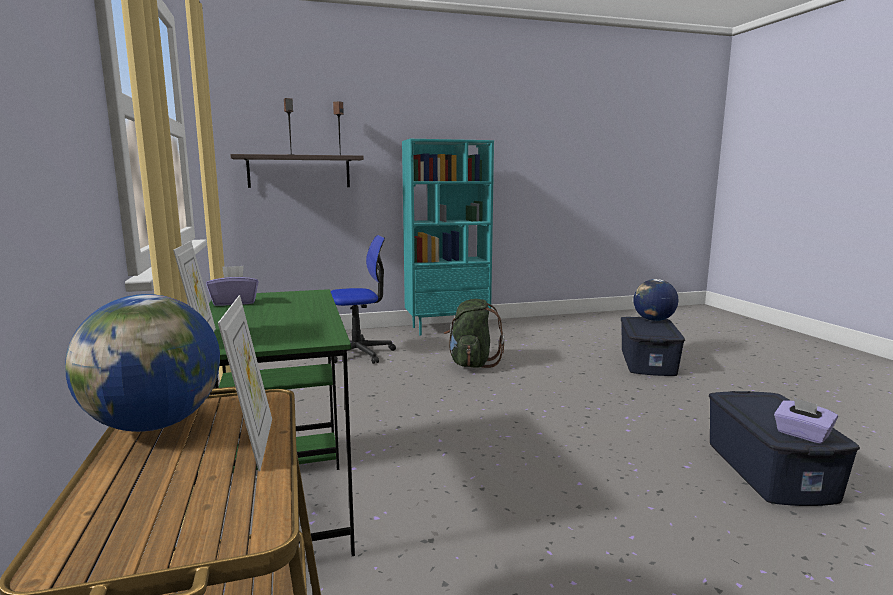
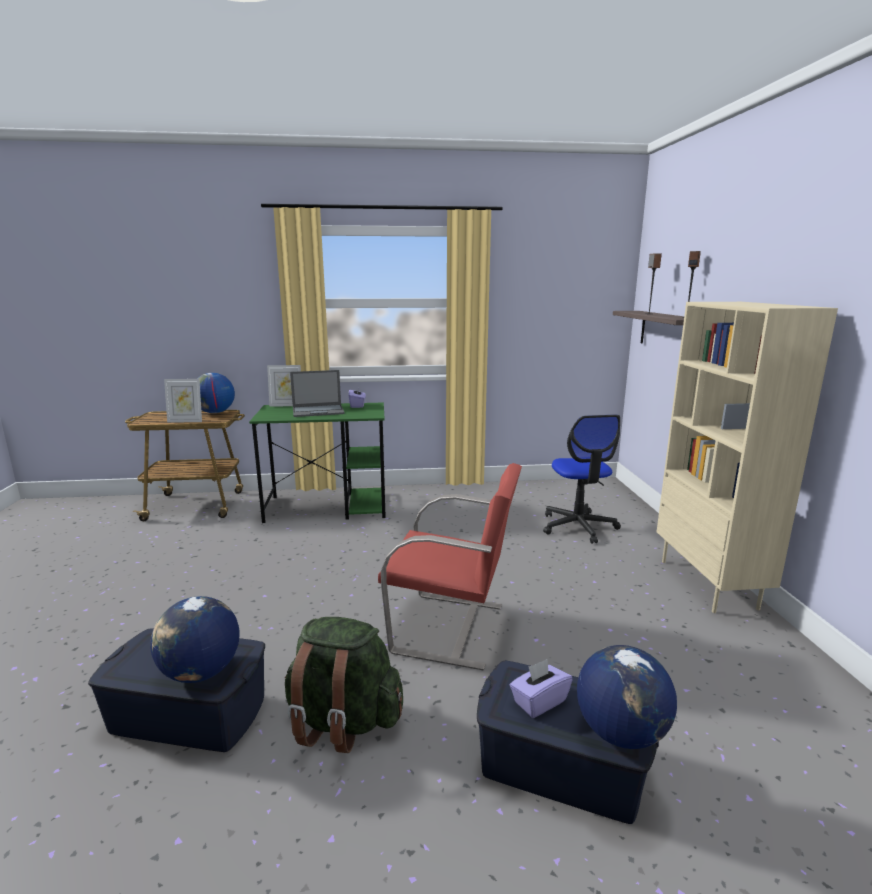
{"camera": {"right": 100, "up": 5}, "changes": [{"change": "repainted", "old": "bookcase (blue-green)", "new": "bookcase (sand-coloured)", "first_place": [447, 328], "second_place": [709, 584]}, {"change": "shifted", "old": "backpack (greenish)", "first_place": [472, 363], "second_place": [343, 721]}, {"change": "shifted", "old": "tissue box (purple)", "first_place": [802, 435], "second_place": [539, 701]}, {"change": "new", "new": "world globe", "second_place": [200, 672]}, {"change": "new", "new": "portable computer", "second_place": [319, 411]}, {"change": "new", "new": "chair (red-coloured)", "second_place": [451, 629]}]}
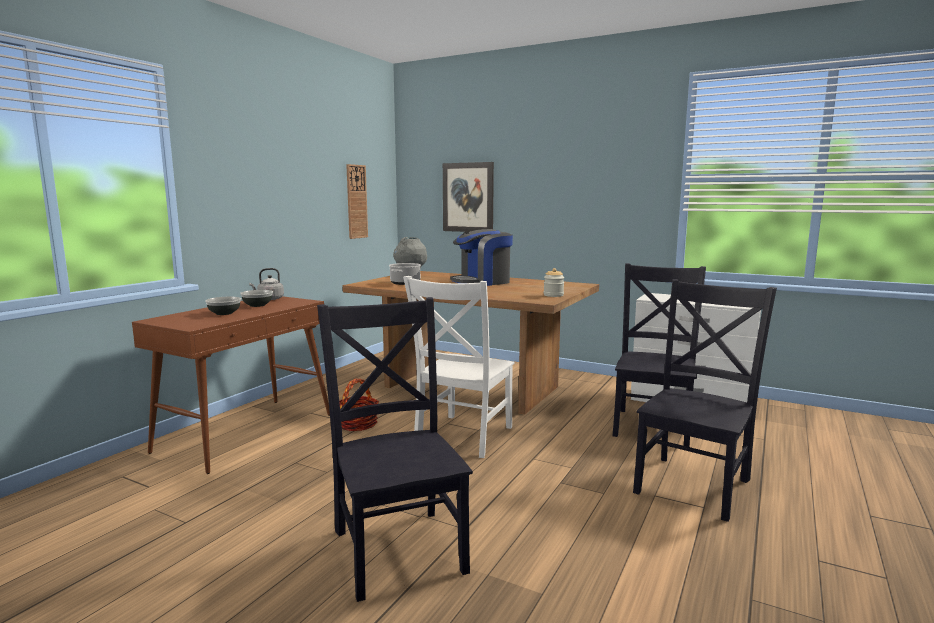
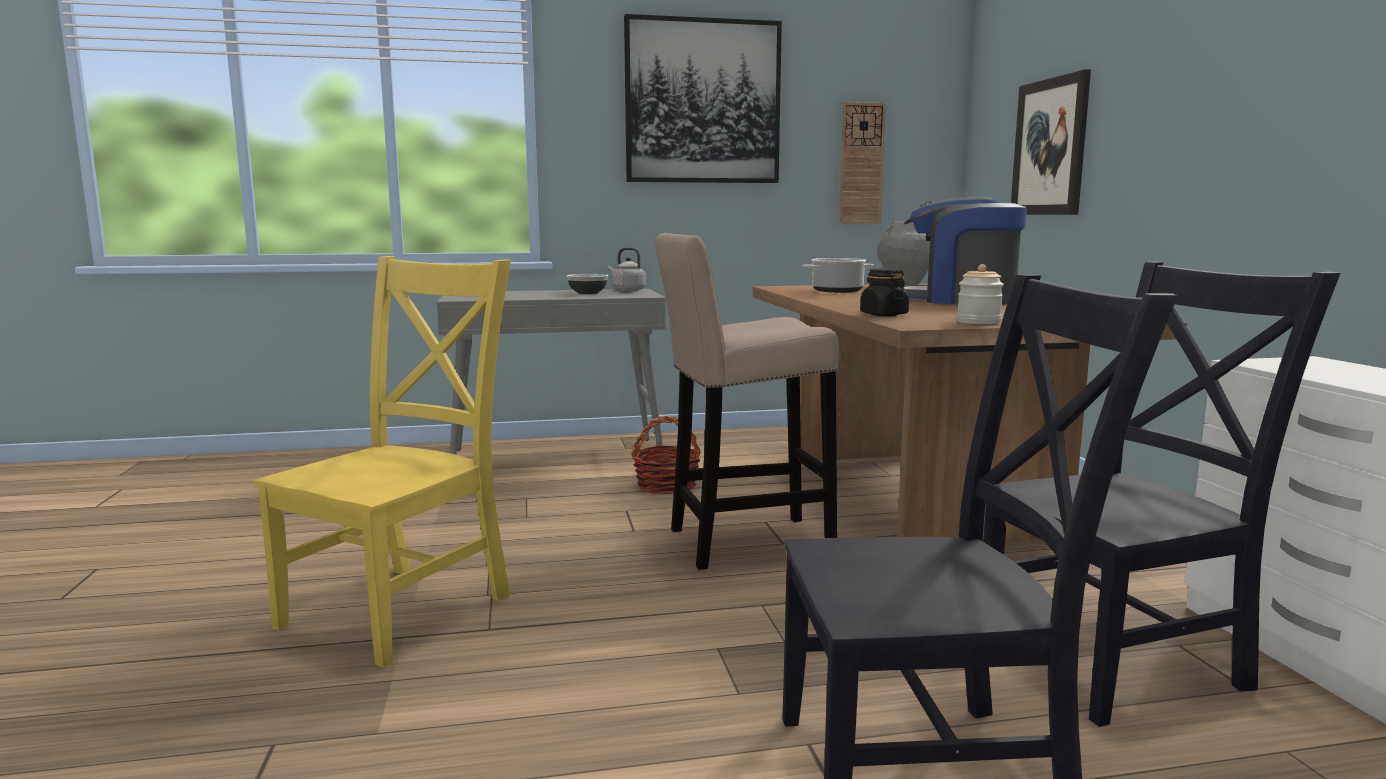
{"camera": {"right": 50, "up": 0}, "changes": [{"change": "repainted", "old": "narrow table (brown-coloured)", "new": "narrow table (greyish)", "first_place": [247, 432], "second_place": [558, 458]}, {"change": "gone", "old": "bowl", "first_place": [224, 313]}, {"change": "repainted", "old": "chair (blackish)", "new": "chair (yellow-coloured)", "first_place": [398, 546], "second_place": [404, 608]}, {"change": "swapped", "old": "chair (white-coloured)", "new": "sitting stool (sand-coloured)", "first_place": [462, 437], "second_place": [741, 542]}, {"change": "new", "new": "wall art", "second_place": [702, 102]}, {"change": "new", "new": "preserve jar (blackish)", "second_place": [883, 314]}]}
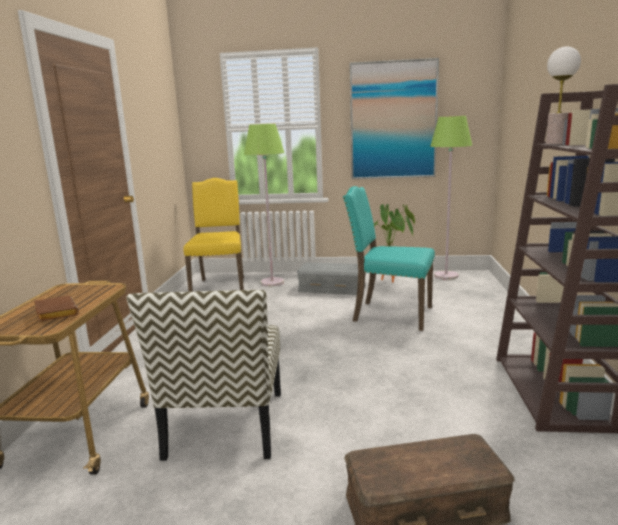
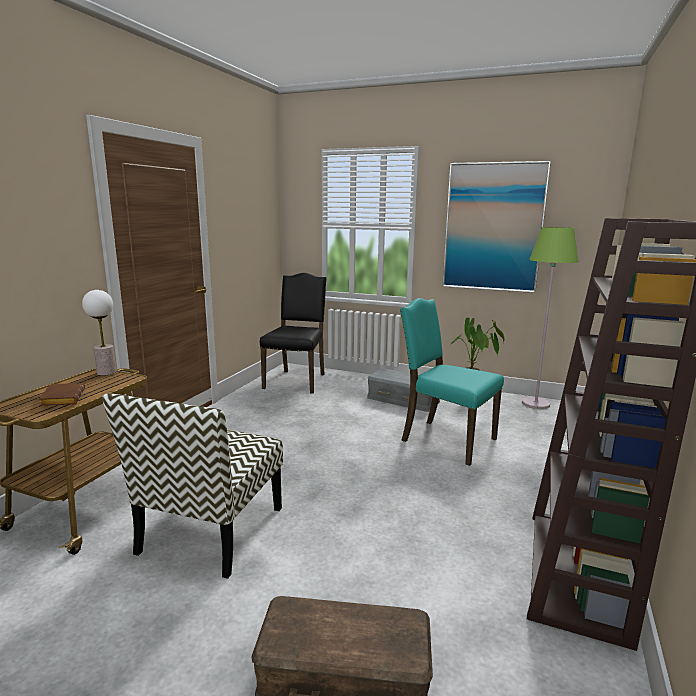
{"camera": {"right": 15, "up": 0}, "changes": [{"change": "repainted", "old": "chair (yellow-coloured)", "new": "chair (blackish)", "first_place": [220, 286], "second_place": [297, 381]}, {"change": "gone", "old": "floor lamp (greenish)", "first_place": [272, 282]}, {"change": "shifted", "old": "tabletop lamp", "first_place": [555, 144], "second_place": [106, 372]}]}
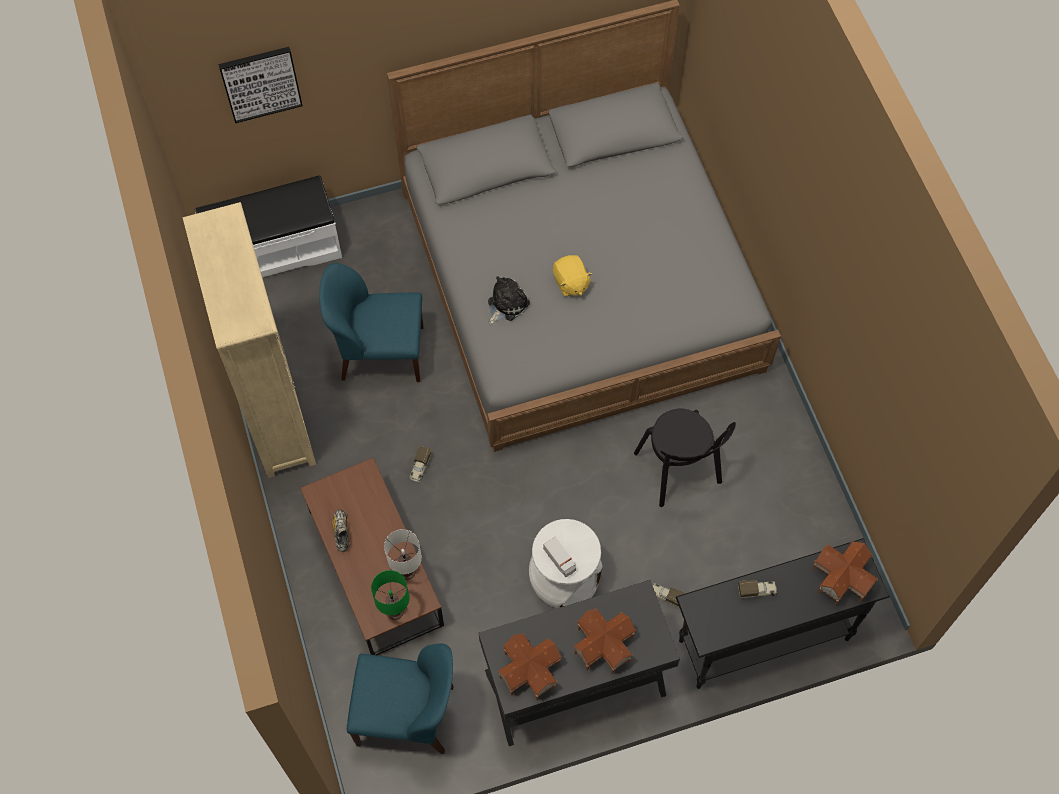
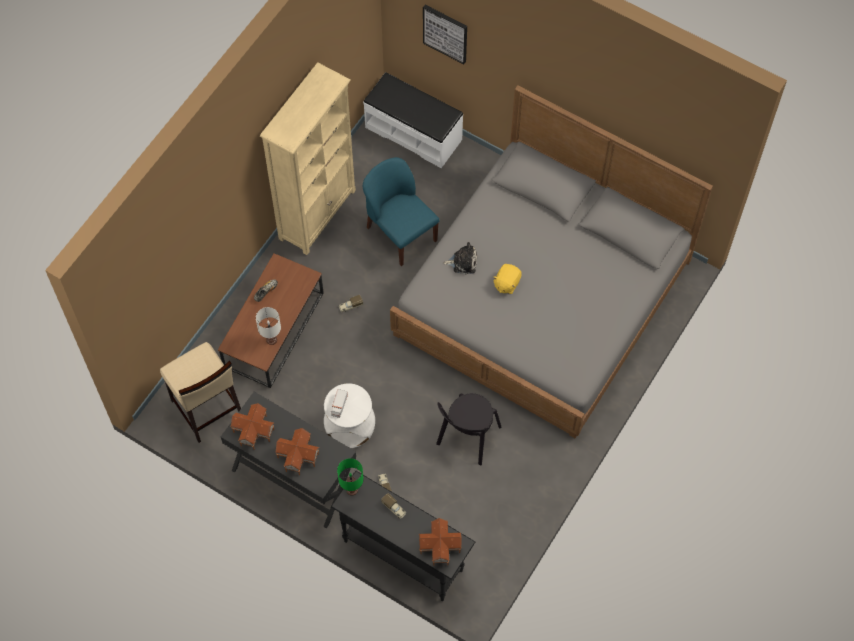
{"camera": {"right": 50, "up": 0}, "changes": [{"change": "swapped", "old": "chair (blue-coloured)", "new": "sitting stool (sand-coloured)", "first_place": [408, 715], "second_place": [207, 409]}, {"change": "shifted", "old": "tabletop lamp (greenish)", "first_place": [394, 611], "second_place": [352, 489]}]}
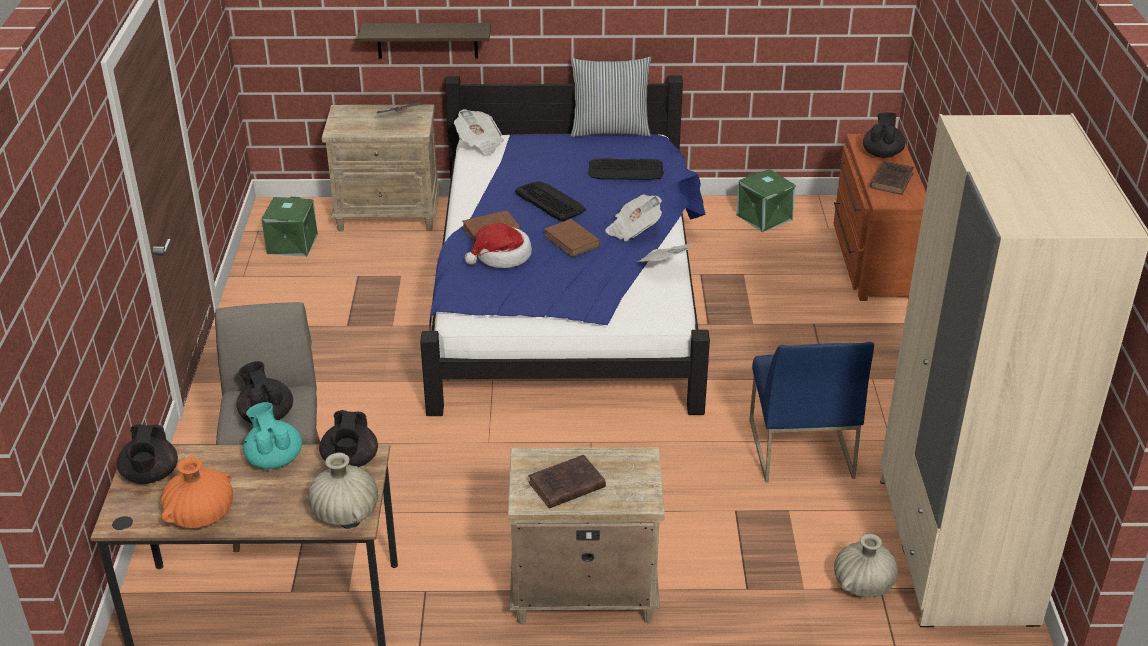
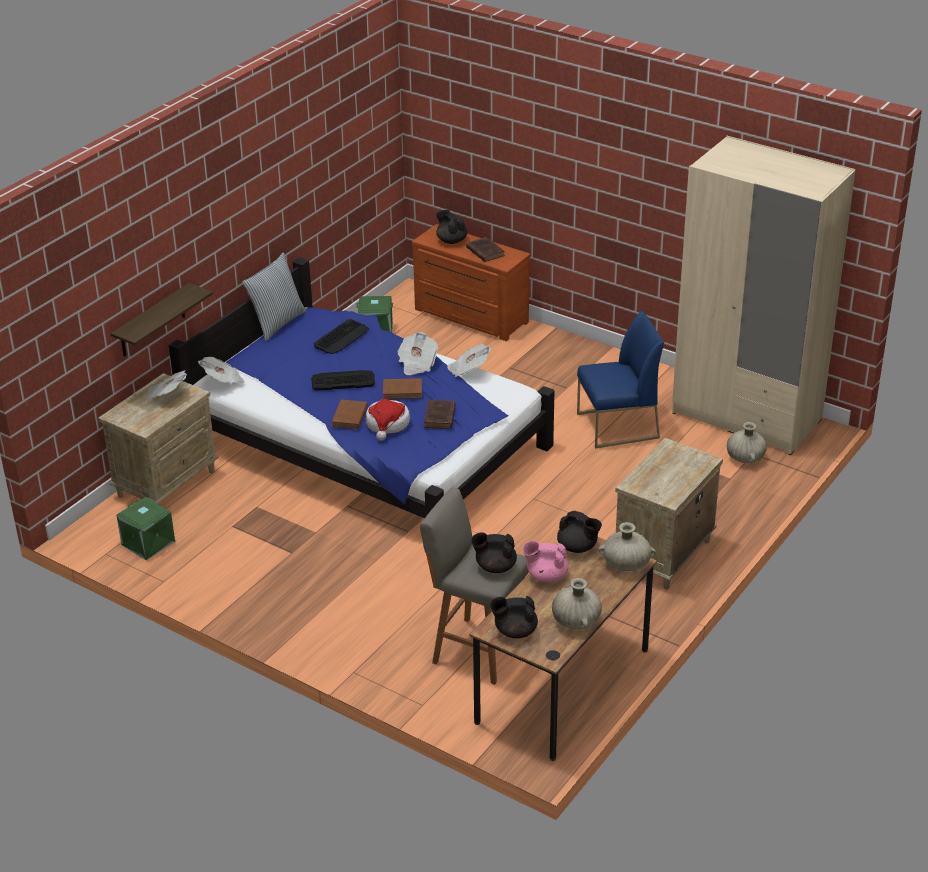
{"camera": {"right": -55, "up": 0}, "changes": [{"change": "rotated", "old": "teapot (blackish)", "first_place": [150, 476], "second_place": [514, 631], "degrees": 150}, {"change": "repainted", "old": "vase (orange-coloured)", "new": "vase (sand-coloured)", "first_place": [201, 516], "second_place": [576, 621]}, {"change": "repainted", "old": "teapot (blue-green)", "new": "teapot (pink)", "first_place": [274, 459], "second_place": [546, 576]}, {"change": "shifted", "old": "bound book (brown-coloured)", "first_place": [565, 486], "second_place": [439, 417]}, {"change": "rotated", "old": "chair (blue-coloured)", "first_place": [799, 447], "second_place": [617, 426], "degrees": -45}]}
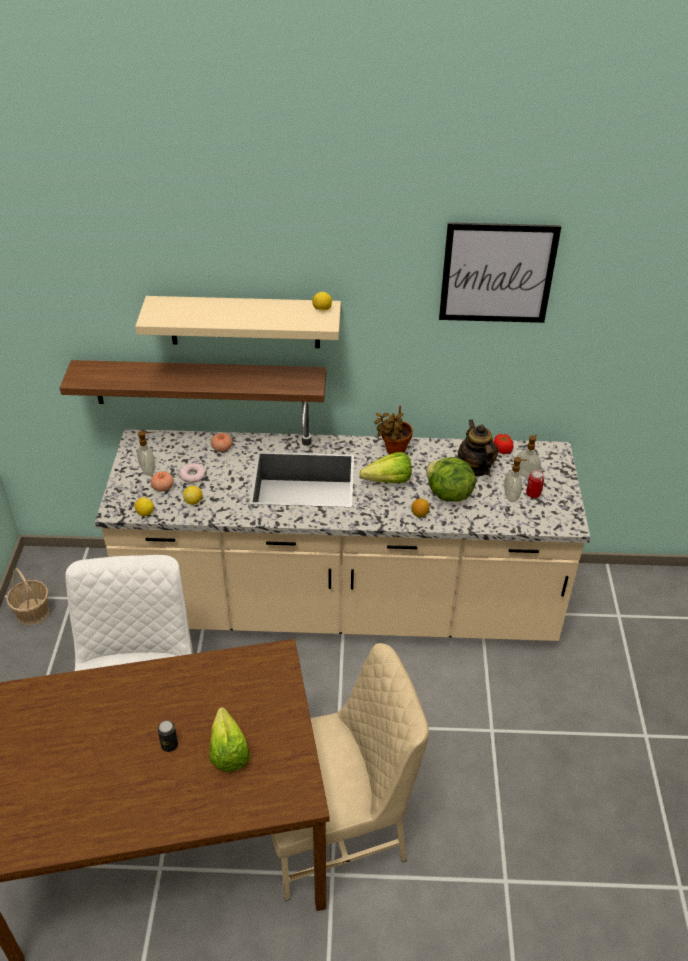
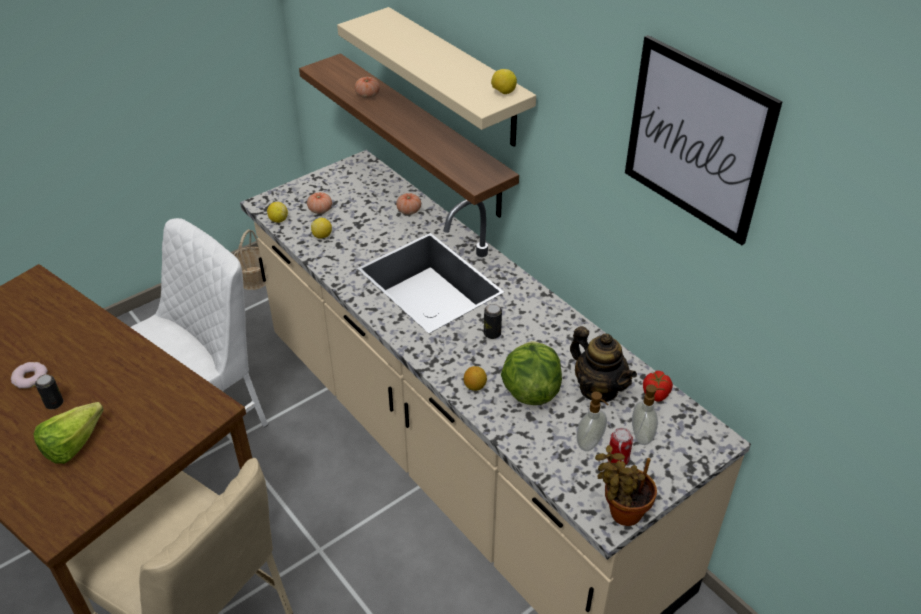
{"camera": {"right": 50, "up": 0}, "changes": [{"change": "gone", "old": "liquid soap bottle", "first_place": [148, 470]}, {"change": "shifted", "old": "ring doughnut", "first_place": [192, 475], "second_place": [30, 378]}, {"change": "swapped", "old": "lettuce", "new": "metal can", "first_place": [384, 481], "second_place": [492, 333]}, {"change": "shifted", "old": "houseplant", "first_place": [393, 450], "second_place": [621, 512]}, {"change": "rotated", "old": "teapot", "first_place": [475, 468], "second_place": [598, 389], "degrees": 105}, {"change": "new", "new": "fresh tomato", "second_place": [367, 95]}]}
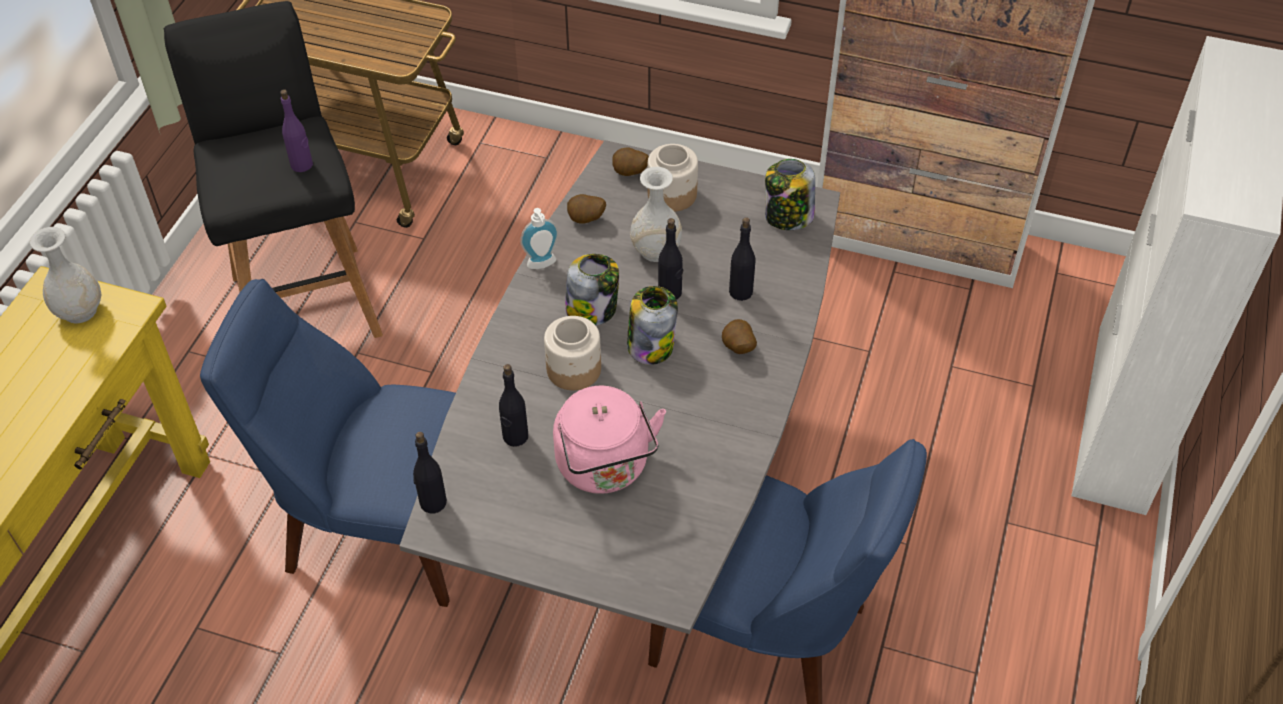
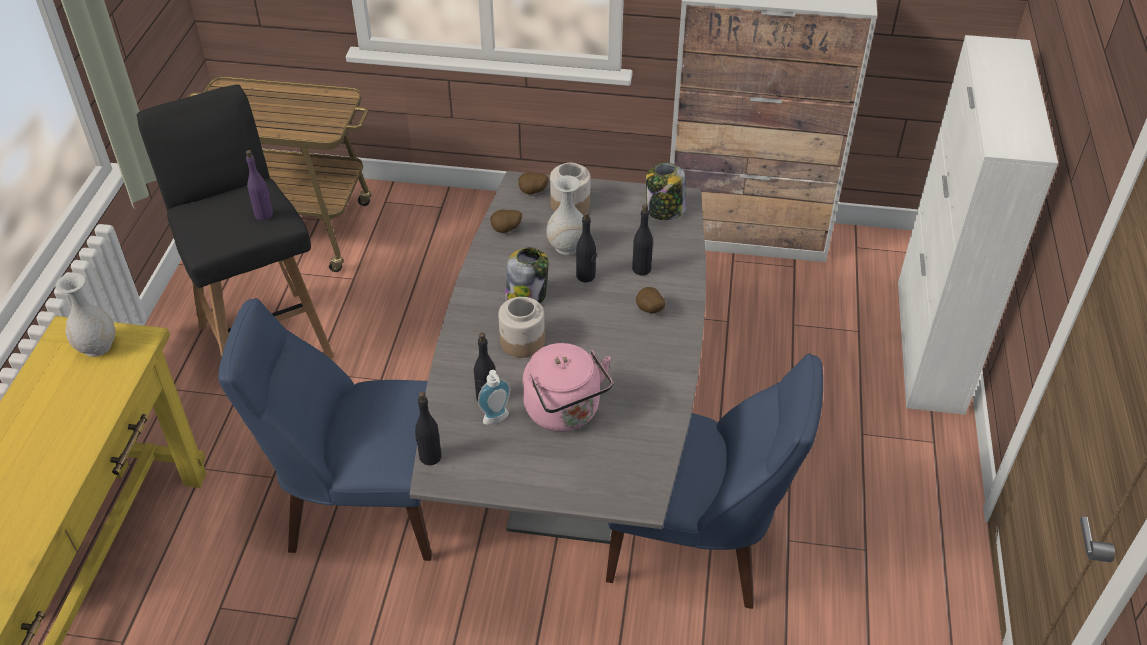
{"camera": {"right": -10, "up": -5}, "changes": [{"change": "shifted", "old": "liquid soap bottle", "first_place": [542, 265], "second_place": [497, 420]}, {"change": "gone", "old": "preserve jar", "first_place": [650, 345]}]}
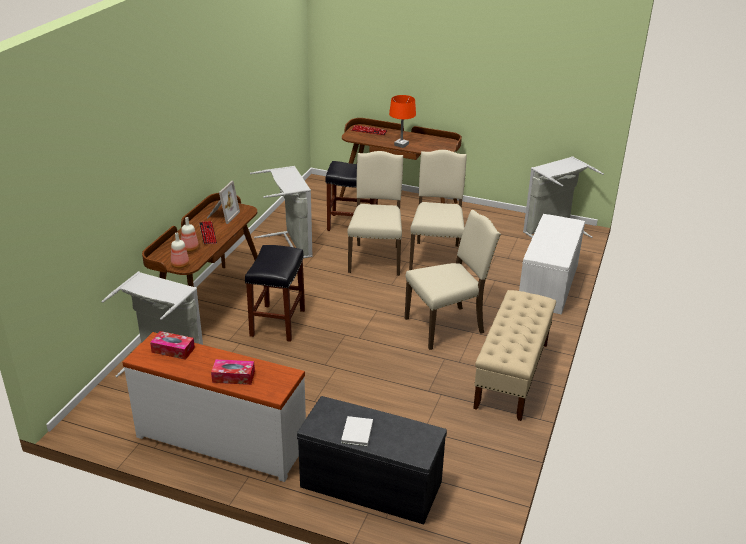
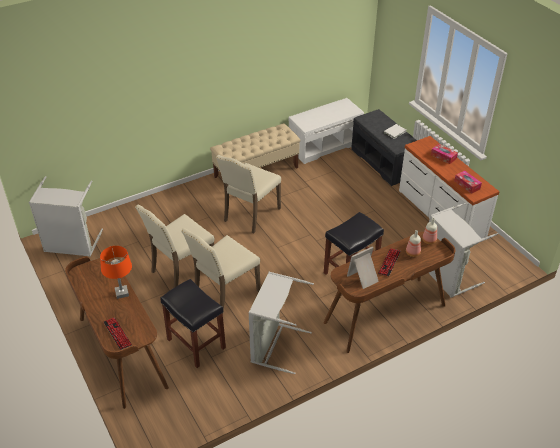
{"camera": {"right": -140, "up": 10}, "changes": [{"change": "rotated", "old": "chair (sand-coloured)", "first_place": [446, 326], "second_place": [250, 215], "degrees": -75}, {"change": "shifted", "old": "long seat (white-coloured)", "first_place": [549, 285], "second_place": [324, 145]}]}
